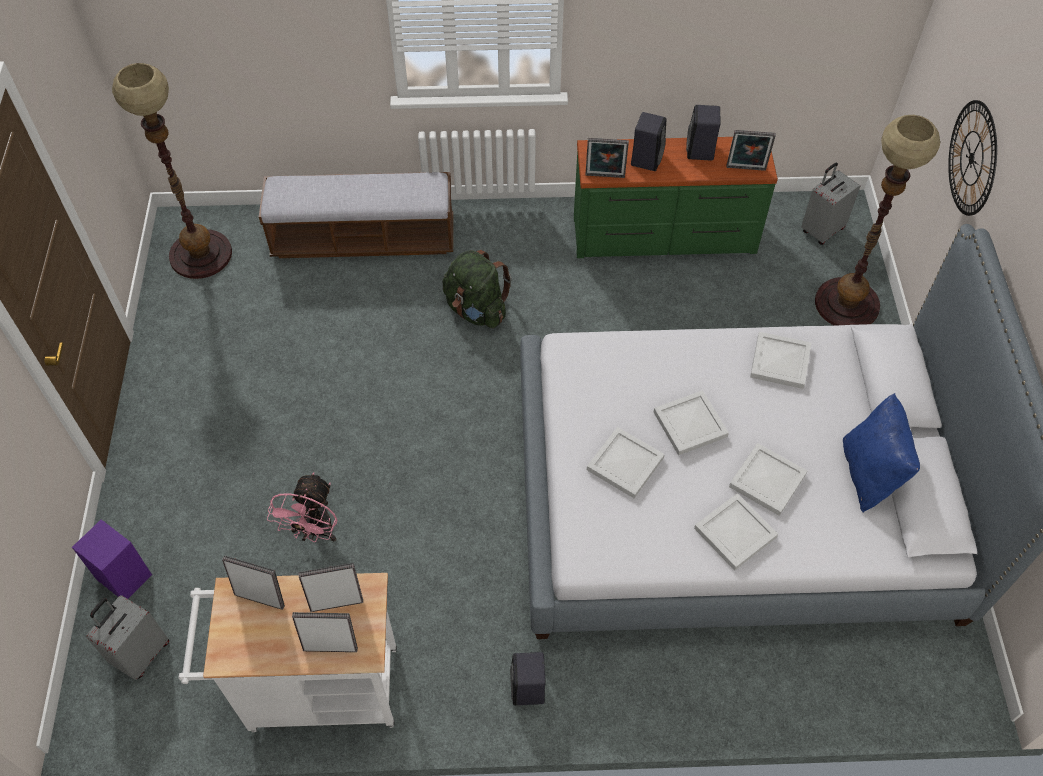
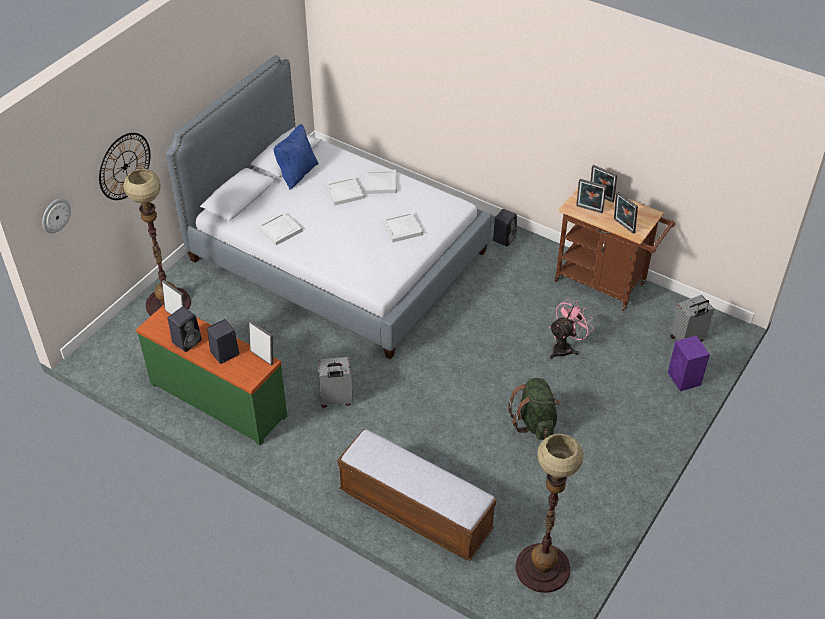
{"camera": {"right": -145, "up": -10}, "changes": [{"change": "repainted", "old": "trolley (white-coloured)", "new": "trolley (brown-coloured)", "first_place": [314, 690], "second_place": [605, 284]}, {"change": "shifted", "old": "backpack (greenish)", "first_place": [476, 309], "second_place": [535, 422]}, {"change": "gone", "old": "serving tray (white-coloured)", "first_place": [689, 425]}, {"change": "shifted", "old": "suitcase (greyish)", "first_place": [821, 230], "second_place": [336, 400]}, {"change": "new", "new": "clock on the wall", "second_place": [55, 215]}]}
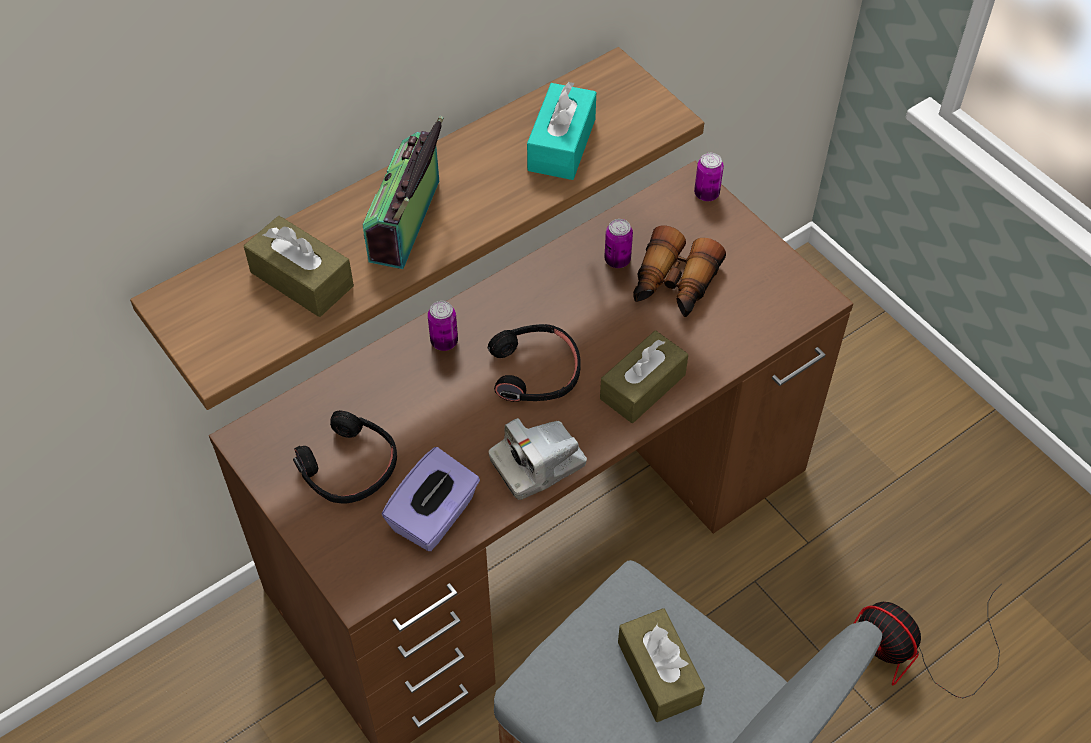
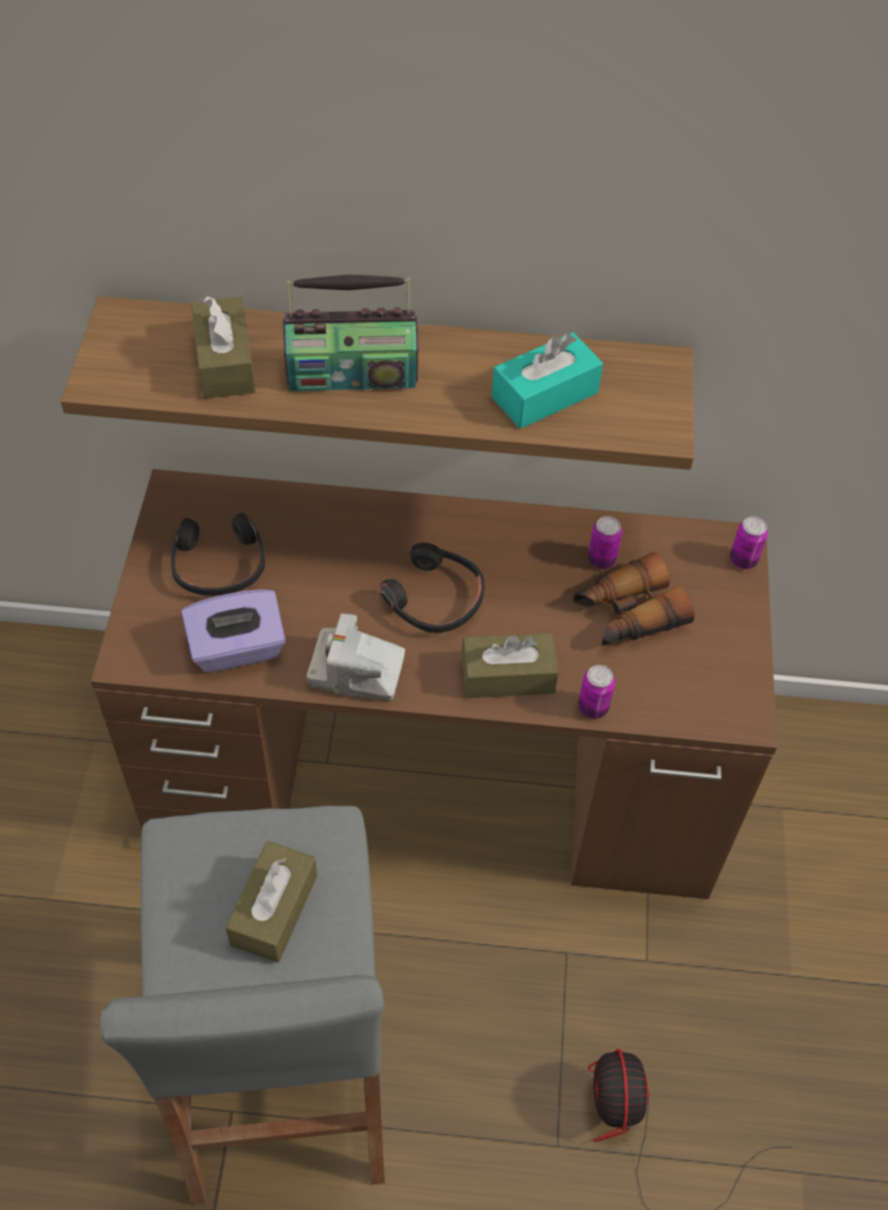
{"camera": {"right": 40, "up": 0}, "changes": [{"change": "rotated", "old": "radio", "first_place": [408, 221], "second_place": [352, 373], "degrees": -150}, {"change": "shifted", "old": "metal can", "first_place": [444, 342], "second_place": [593, 707]}]}
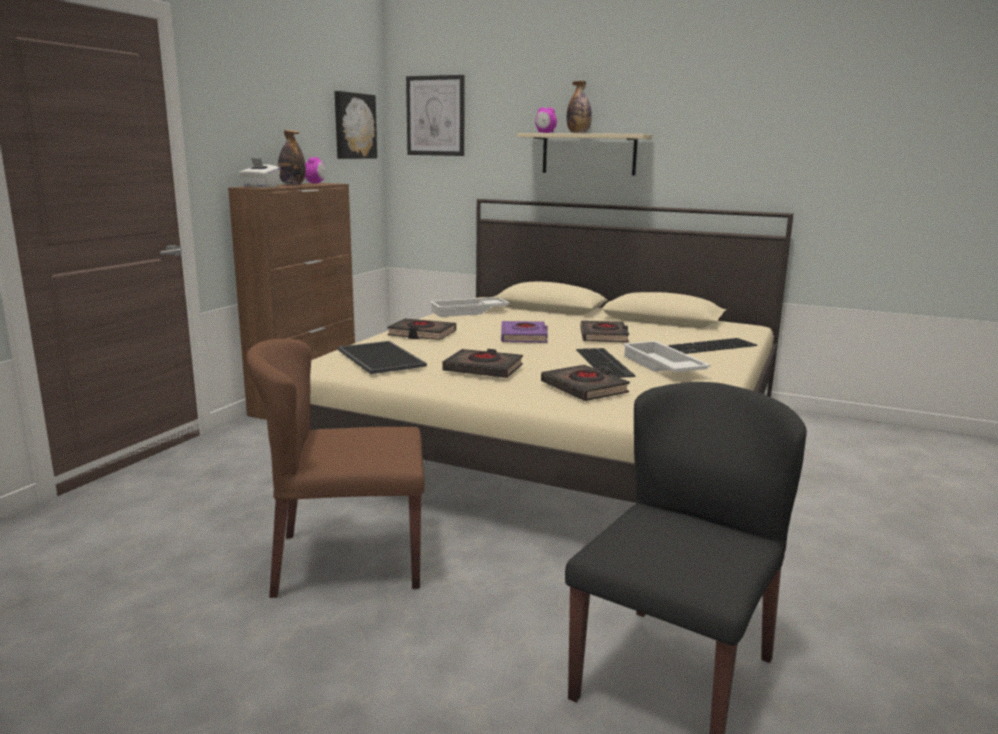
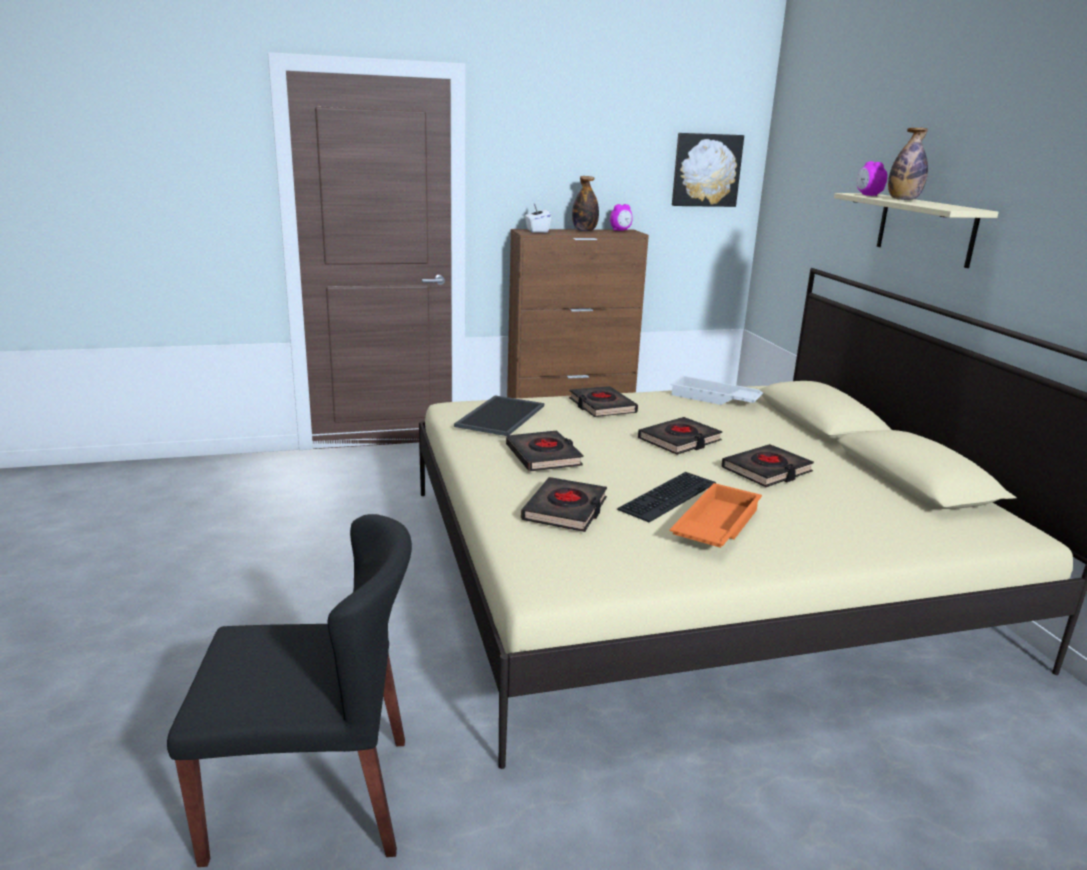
{"camera": {"right": 50, "up": 5}, "changes": [{"change": "gone", "old": "chair (brown-coloured)", "first_place": [347, 561]}, {"change": "gone", "old": "wall art", "first_place": [435, 116]}, {"change": "repainted", "old": "bound book (purple)", "new": "bound book (blackish)", "first_place": [524, 337], "second_place": [679, 441]}, {"change": "repainted", "old": "serving tray (white-coloured)", "new": "serving tray (orange-coloured)", "first_place": [661, 366], "second_place": [714, 525]}, {"change": "gone", "old": "keyboard", "first_place": [711, 347]}]}
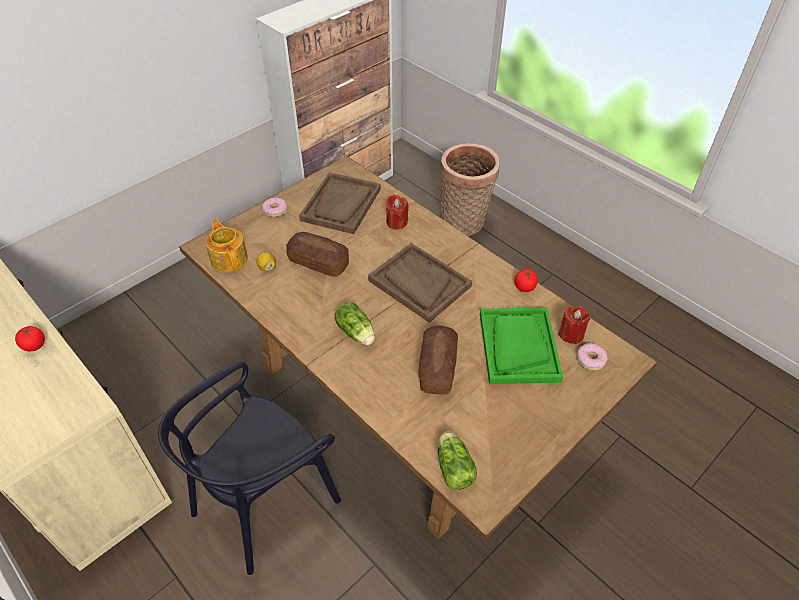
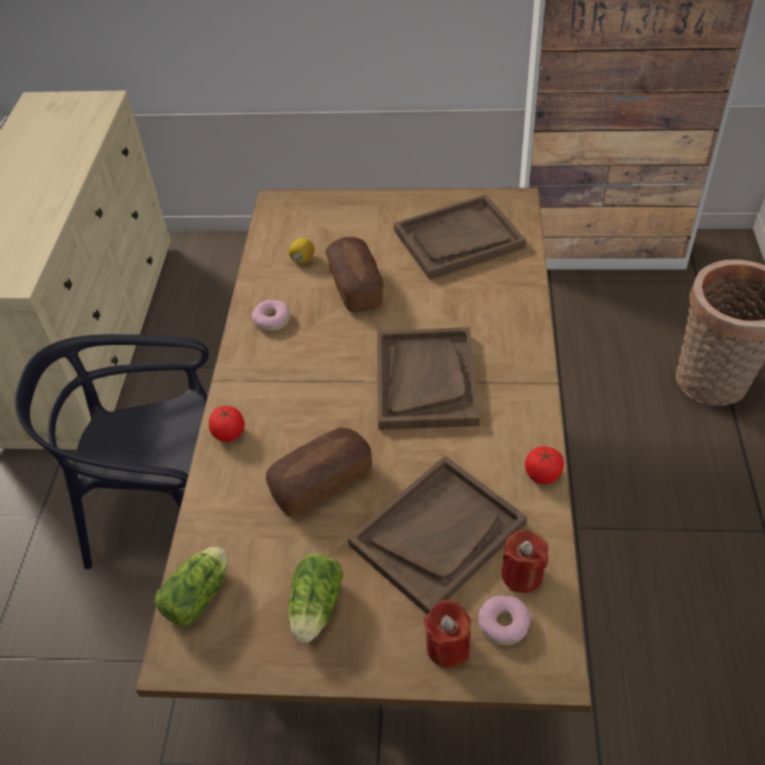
{"camera": {"right": 50, "up": 0}, "changes": [{"change": "shifted", "old": "fresh tomato", "first_place": [34, 345], "second_place": [229, 433]}, {"change": "gone", "old": "teapot", "first_place": [229, 259]}, {"change": "shifted", "old": "ring doughnut", "first_place": [275, 210], "second_place": [272, 320]}, {"change": "shifted", "old": "lettuce", "first_place": [357, 333], "second_place": [315, 610]}, {"change": "shifted", "old": "candle (red-coloured)", "first_place": [396, 222], "second_place": [447, 647]}, {"change": "repainted", "old": "serving tray (greenish)", "new": "serving tray (brown-coloured)", "first_place": [518, 346], "second_place": [438, 534]}]}
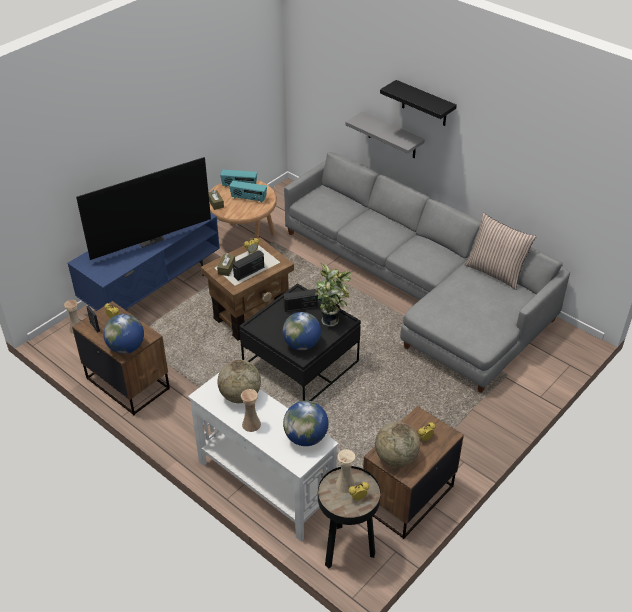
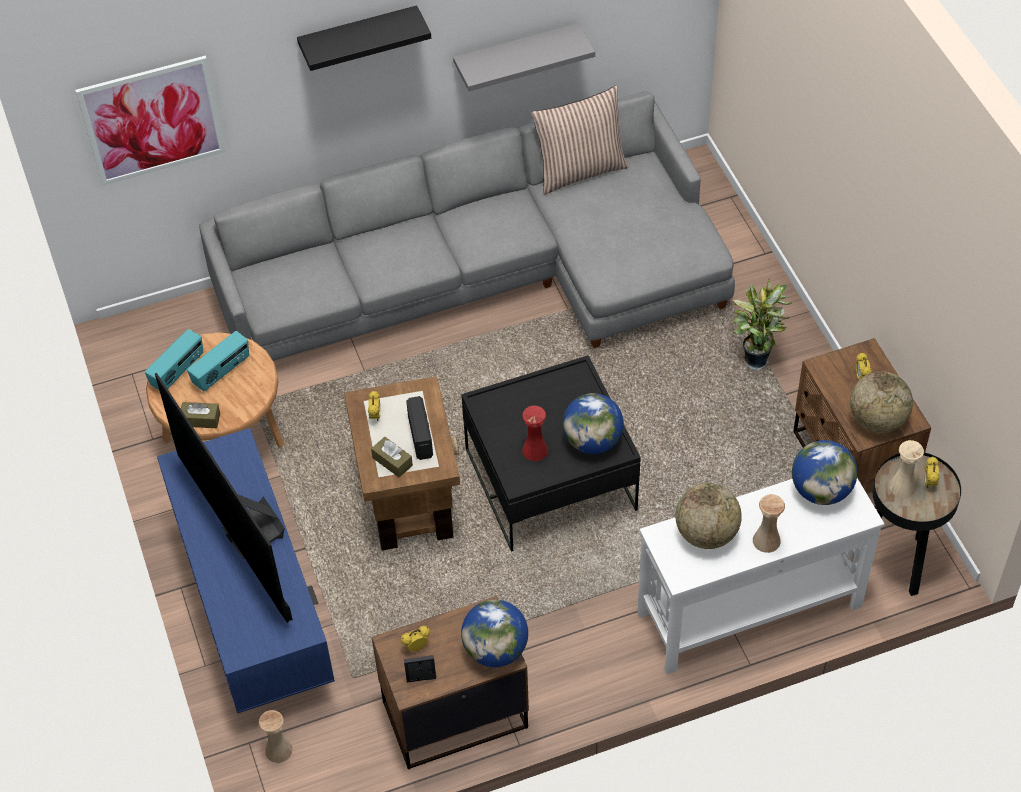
{"camera": {"right": -60, "up": 10}, "changes": [{"change": "rotated", "old": "TV", "first_place": [150, 239], "second_place": [246, 536], "degrees": 150}, {"change": "gone", "old": "radio", "first_place": [300, 307]}, {"change": "shifted", "old": "houseplant", "first_place": [332, 320], "second_place": [755, 358]}, {"change": "shifted", "old": "shelf (greyish)", "first_place": [392, 136], "second_place": [516, 56]}, {"change": "new", "new": "wall art", "second_place": [152, 120]}, {"change": "new", "new": "vase (red-coloured)", "second_place": [535, 450]}]}
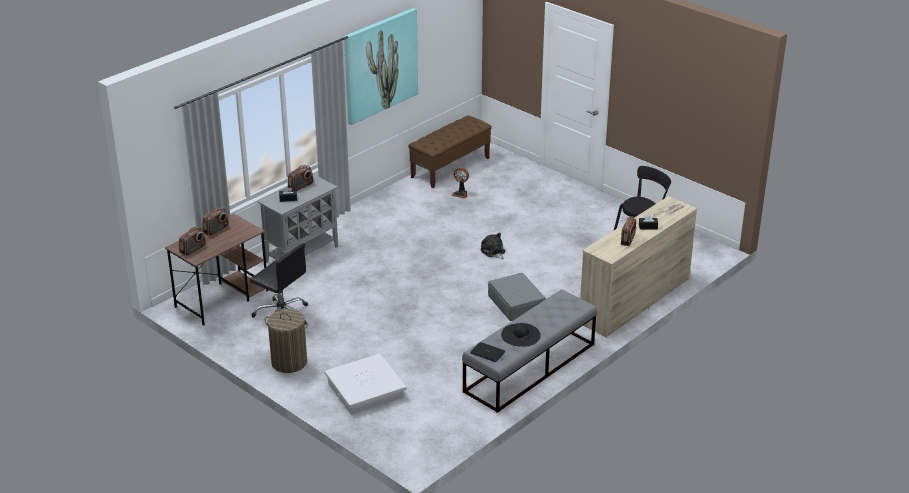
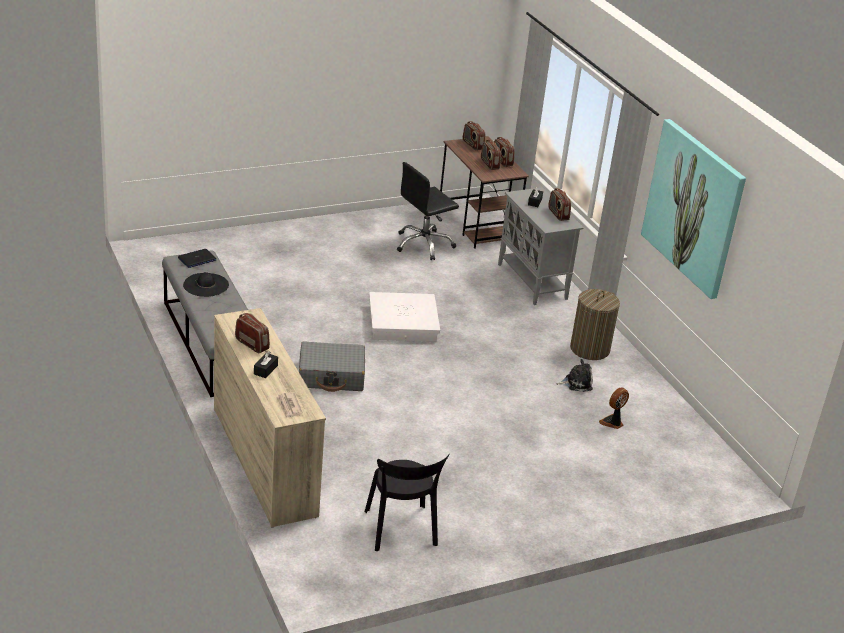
{"camera": {"right": 110, "up": 0}, "changes": [{"change": "shifted", "old": "laundry basket", "first_place": [289, 362], "second_place": [589, 349]}, {"change": "shifted", "old": "storage container (white-coloured)", "first_place": [365, 389], "second_place": [403, 323]}, {"change": "gone", "old": "long seat (brown-coloured)", "first_place": [450, 167]}, {"change": "shifted", "old": "cuddly toy", "first_place": [493, 252], "second_place": [576, 383]}, {"change": "new", "new": "radio", "second_place": [489, 164]}]}
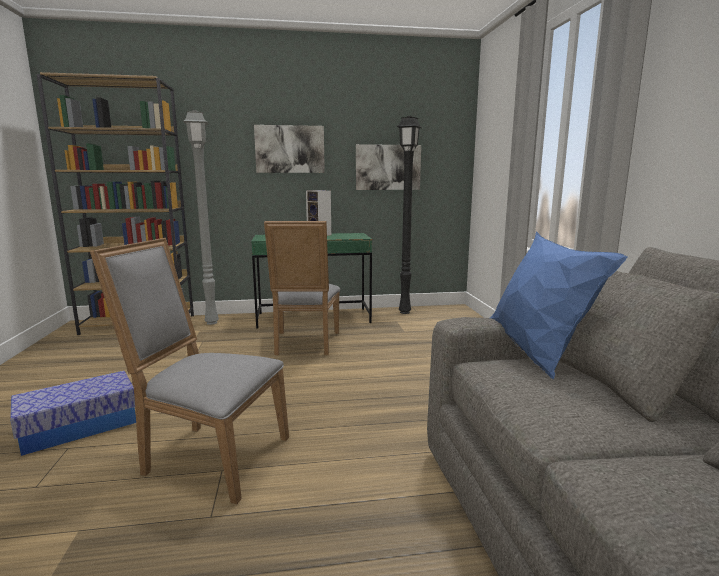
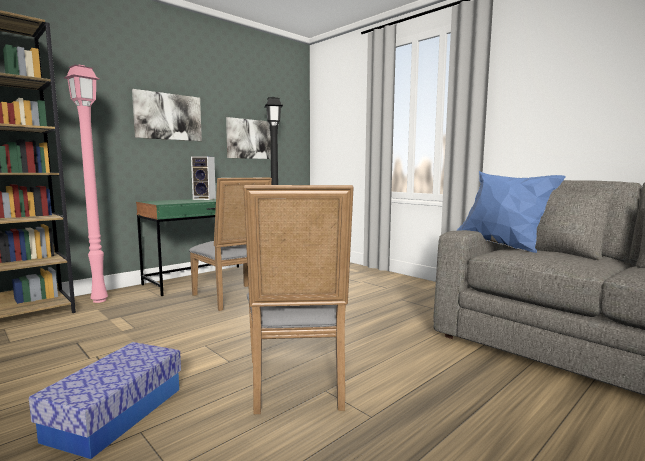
{"camera": {"right": -35, "up": -5}, "changes": [{"change": "rotated", "old": "chair (greyish)", "first_place": [209, 456], "second_place": [298, 386], "degrees": -75}, {"change": "repainted", "old": "floor lamp (greyish)", "new": "floor lamp (pink)", "first_place": [212, 322], "second_place": [100, 300]}]}
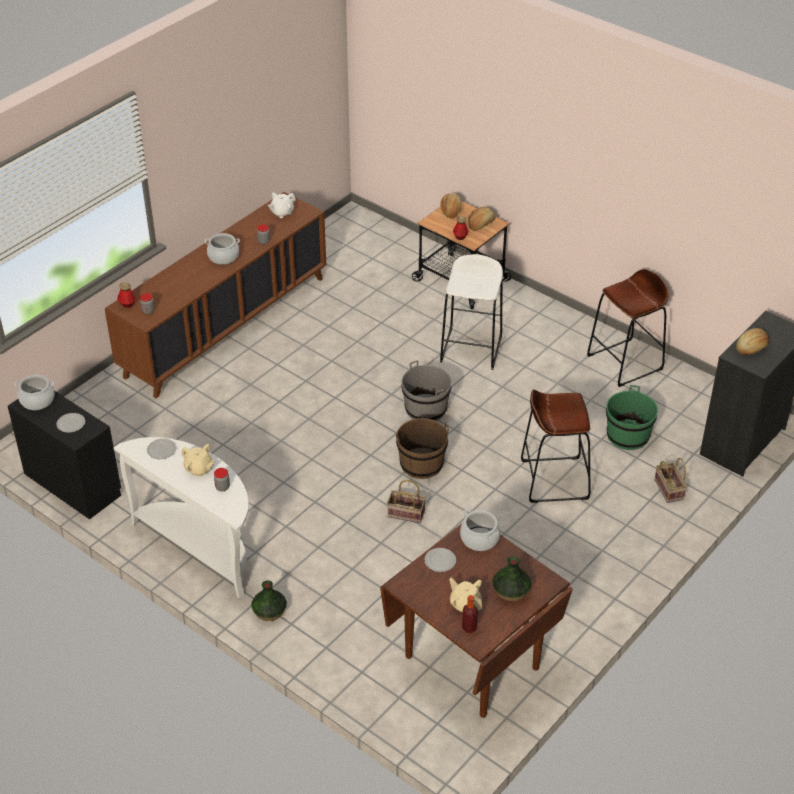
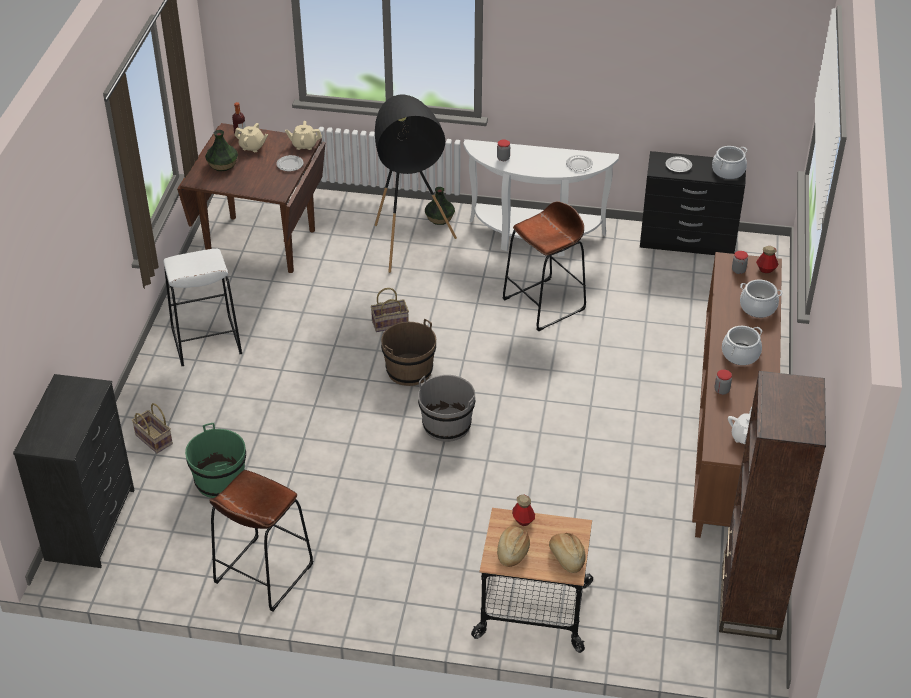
{"camera": {"right": 150, "up": 0}, "changes": [{"change": "shifted", "old": "teapot (sand-coloured)", "first_place": [199, 469], "second_place": [304, 145]}, {"change": "shifted", "old": "sitting stool (white-coloured)", "first_place": [471, 348], "second_place": [206, 341]}, {"change": "shifted", "old": "cooking pot", "first_place": [479, 539], "second_place": [758, 308]}, {"change": "shifted", "old": "sitting stool (brown-coloured)", "first_place": [554, 479], "second_place": [544, 304]}, {"change": "gone", "old": "bakery bread", "first_place": [751, 347]}, {"change": "new", "new": "floor lamp (blackish)", "second_place": [409, 255]}, {"change": "new", "new": "bookcase (brown-coloured)", "second_place": [750, 602]}]}
